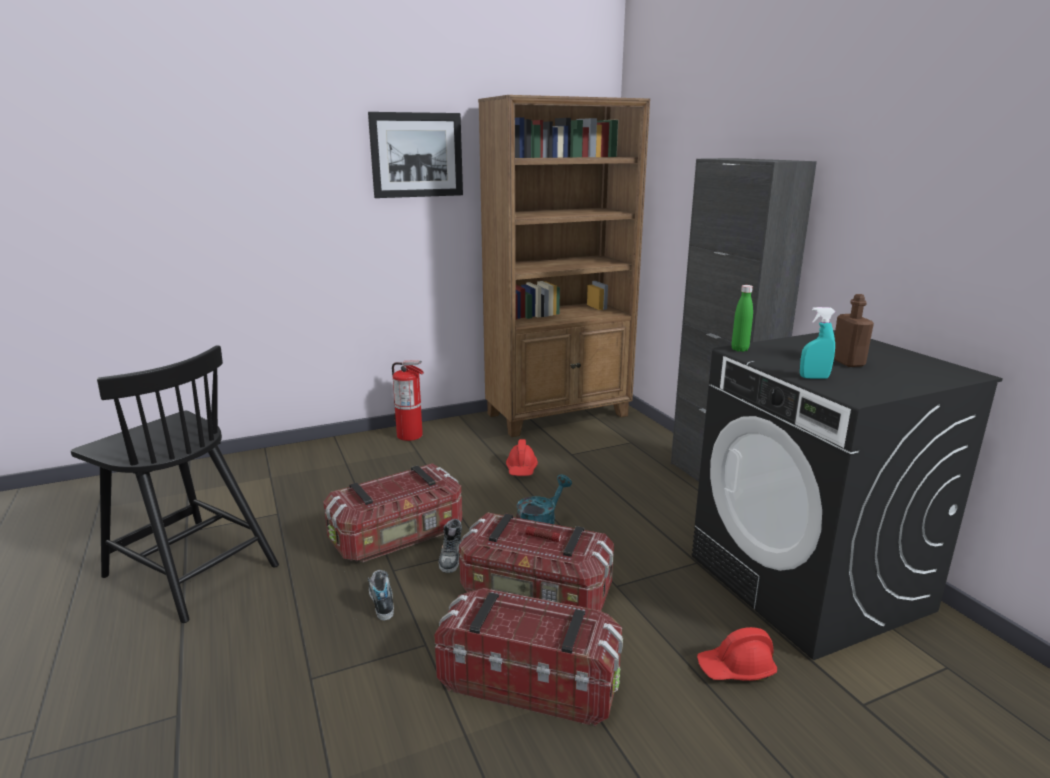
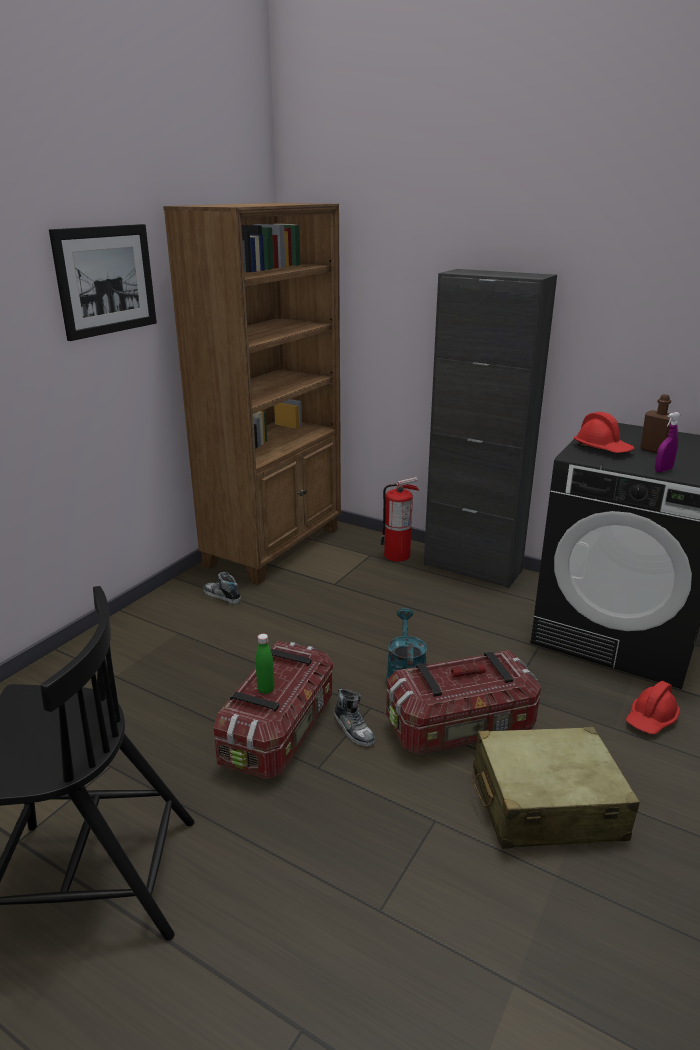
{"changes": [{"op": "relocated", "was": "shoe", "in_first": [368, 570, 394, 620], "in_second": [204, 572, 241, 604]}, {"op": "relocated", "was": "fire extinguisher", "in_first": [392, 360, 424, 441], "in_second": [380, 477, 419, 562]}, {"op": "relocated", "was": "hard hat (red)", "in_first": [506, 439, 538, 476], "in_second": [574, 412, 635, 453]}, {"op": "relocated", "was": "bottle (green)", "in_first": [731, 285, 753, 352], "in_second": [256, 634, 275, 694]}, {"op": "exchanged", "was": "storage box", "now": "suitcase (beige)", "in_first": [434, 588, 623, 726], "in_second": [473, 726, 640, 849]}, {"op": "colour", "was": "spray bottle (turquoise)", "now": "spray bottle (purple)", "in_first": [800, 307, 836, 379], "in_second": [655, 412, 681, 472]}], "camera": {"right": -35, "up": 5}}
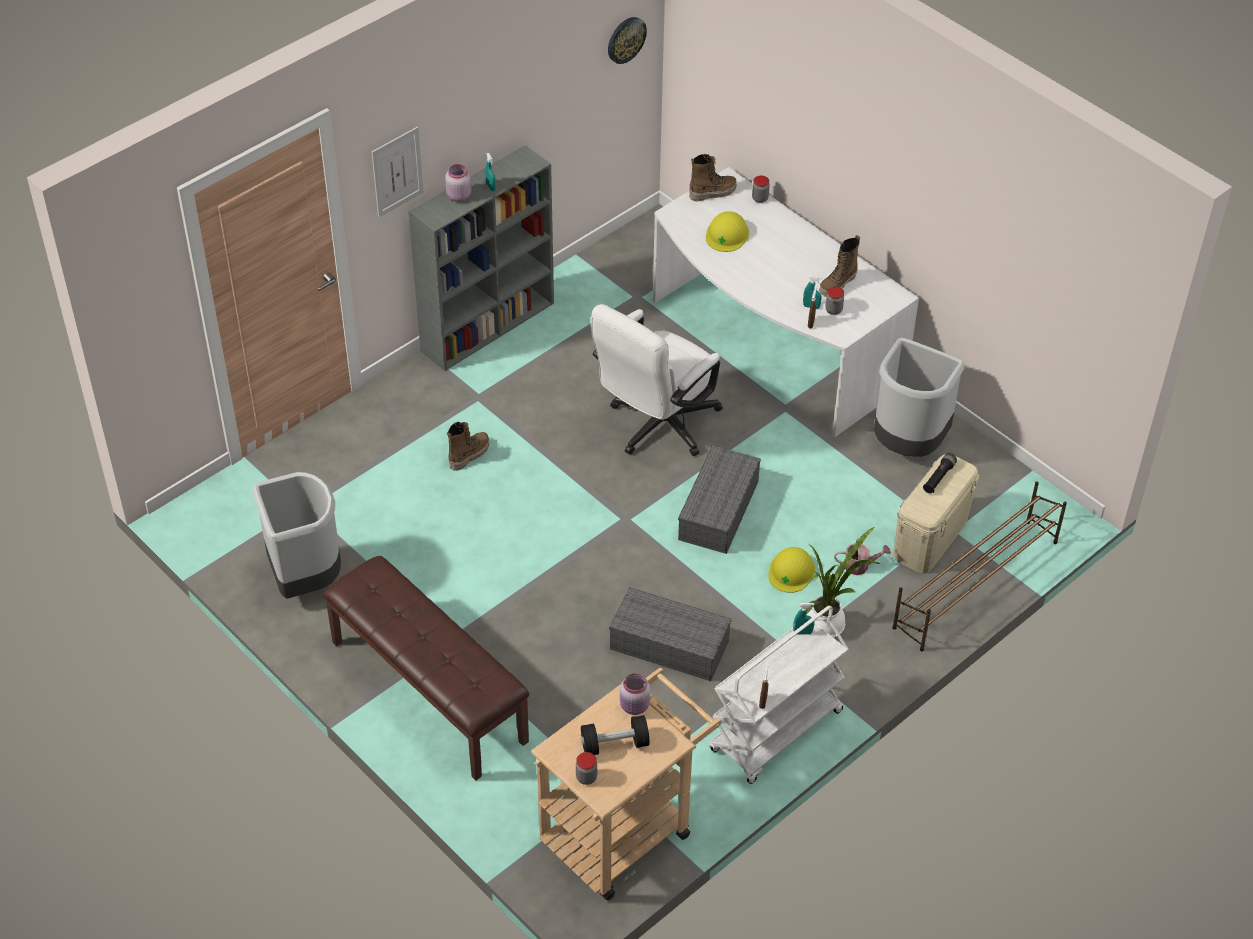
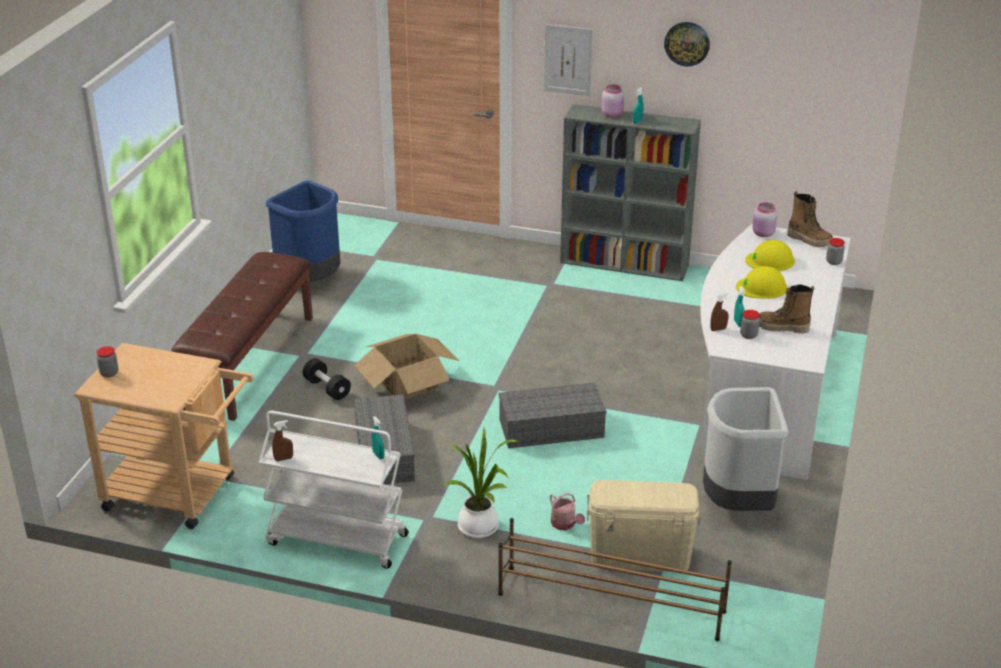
{"changes": [{"op": "missing", "was": "boot", "in_first": [447, 422, 489, 471]}, {"op": "missing", "was": "office chair (white)", "in_first": [591, 304, 723, 456]}, {"op": "missing", "was": "flashlight (black)", "in_first": [923, 453, 957, 493]}, {"op": "appeared", "now": "cardboard box", "in_second": [354, 334, 459, 399]}, {"op": "relocated", "was": "dumbbell (black)", "in_first": [581, 715, 650, 755], "in_second": [303, 358, 351, 400]}, {"op": "relocated", "was": "wall clock", "in_first": [608, 17, 647, 64], "in_second": [664, 22, 710, 67]}, {"op": "relocated", "was": "jar (pink)", "in_first": [620, 673, 650, 715], "in_second": [753, 202, 777, 237]}, {"op": "relocated", "was": "hard hat (yellow)", "in_first": [768, 547, 815, 593], "in_second": [736, 266, 787, 299]}, {"op": "colour", "was": "trash can (grey)", "now": "trash can (blue)", "in_first": [253, 472, 341, 599], "in_second": [266, 180, 340, 282]}], "camera": {"right": 60, "up": -15}}
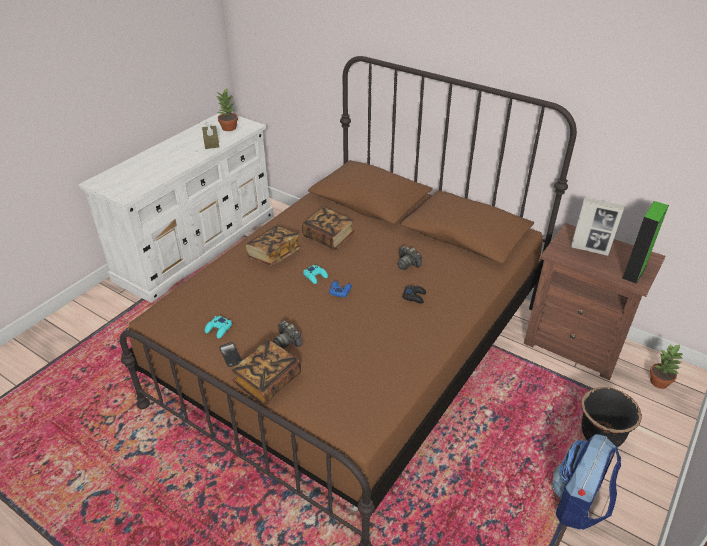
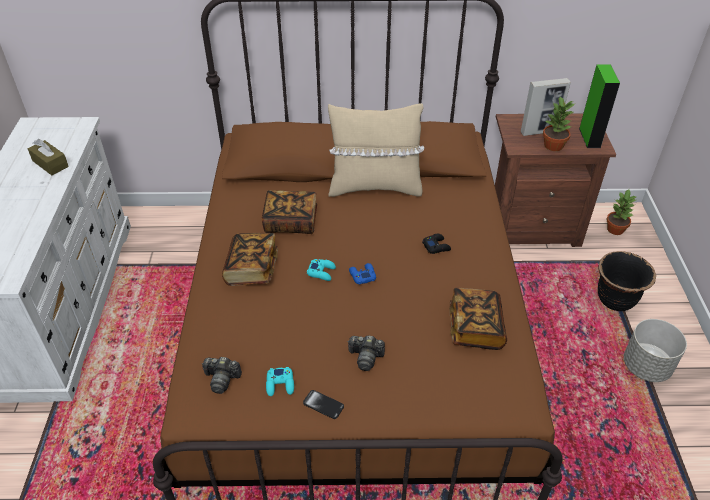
{"changes": [{"op": "appeared", "now": "pillow (beige)", "in_second": [328, 103, 424, 197]}, {"op": "relocated", "was": "potted plant", "in_first": [217, 89, 238, 131], "in_second": [543, 97, 574, 151]}, {"op": "relocated", "was": "book", "in_first": [231, 340, 301, 405], "in_second": [449, 288, 507, 350]}, {"op": "relocated", "was": "photo camera", "in_first": [397, 246, 422, 270], "in_second": [202, 357, 242, 394]}, {"op": "exchanged", "was": "backpack", "now": "planter (grey)", "in_first": [551, 434, 621, 530], "in_second": [624, 319, 687, 382]}], "camera": {"right": -35, "up": 5}}
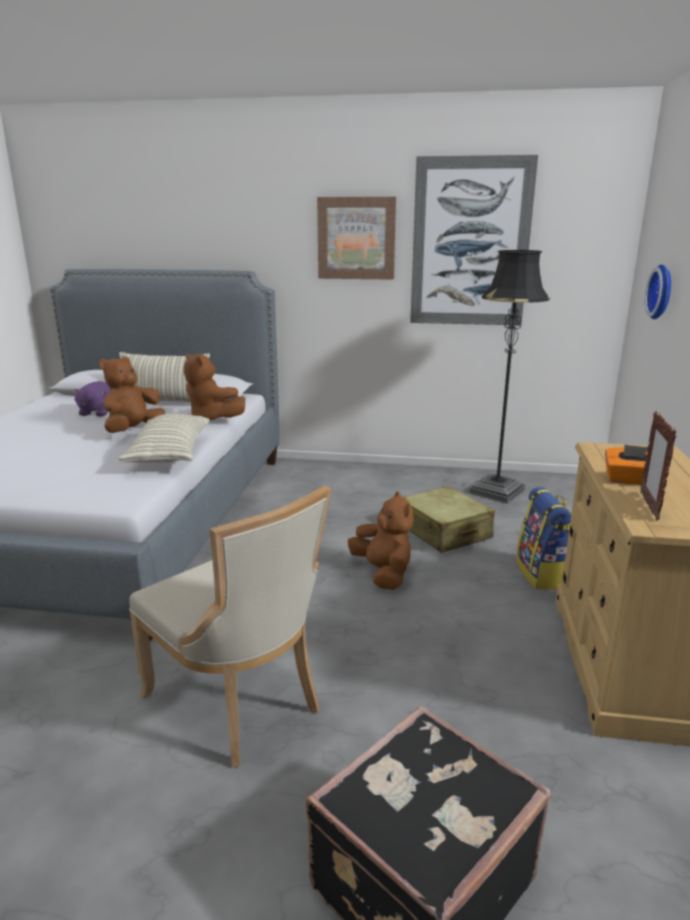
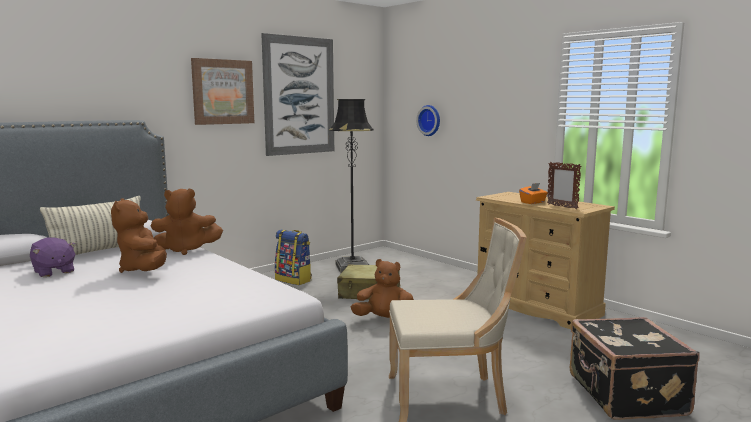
{"changes": [{"op": "missing", "was": "pillow", "in_first": [118, 414, 210, 462]}, {"op": "relocated", "was": "backpack", "in_first": [516, 487, 571, 590], "in_second": [275, 230, 312, 285]}], "camera": {"right": -50, "up": -10}}
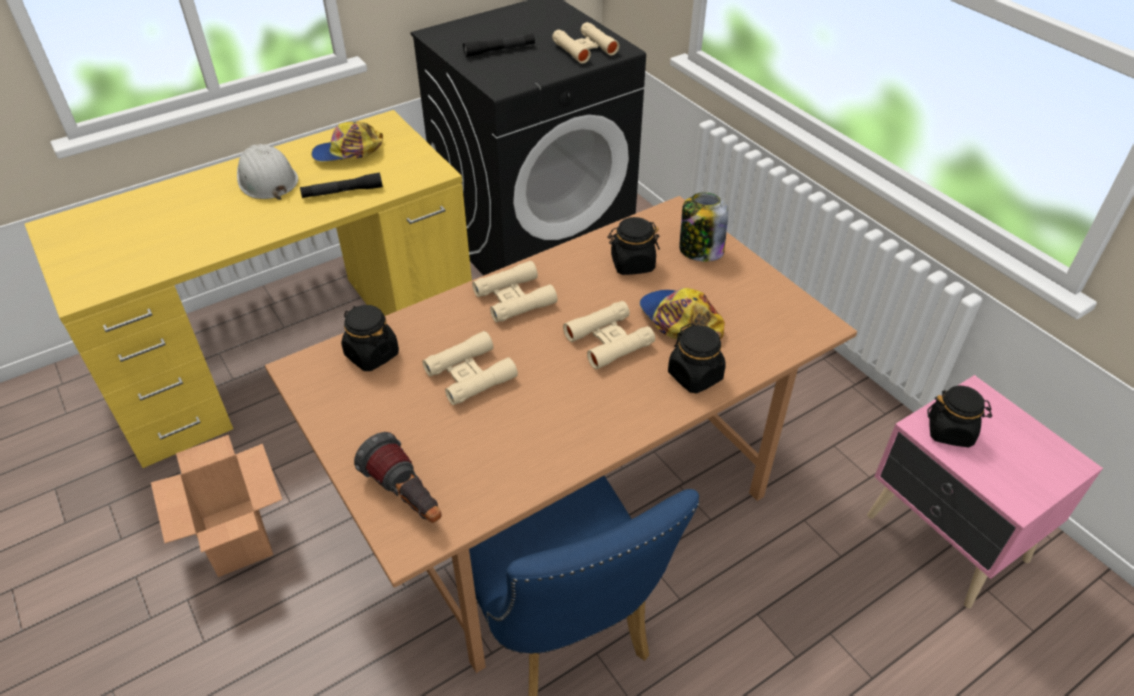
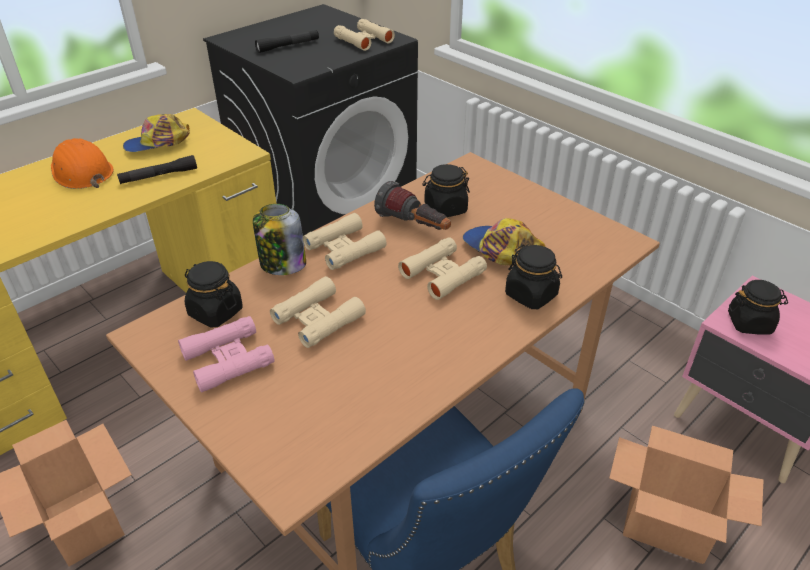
{"changes": [{"op": "appeared", "now": "binoculars (pink)", "in_second": [178, 316, 275, 393]}, {"op": "appeared", "now": "cardboard box", "in_second": [609, 426, 764, 564]}, {"op": "relocated", "was": "flashlight", "in_first": [354, 432, 441, 523], "in_second": [374, 181, 451, 230]}, {"op": "relocated", "was": "jar", "in_first": [679, 192, 728, 262], "in_second": [253, 204, 306, 275]}, {"op": "colour", "was": "hard hat (white)", "now": "hard hat (orange)", "in_first": [237, 144, 298, 200], "in_second": [51, 138, 114, 189]}], "camera": {"right": -10, "up": -5}}
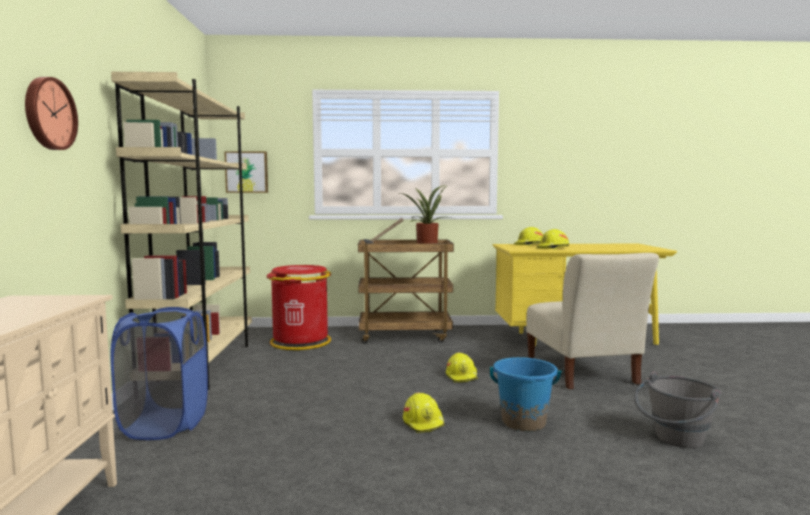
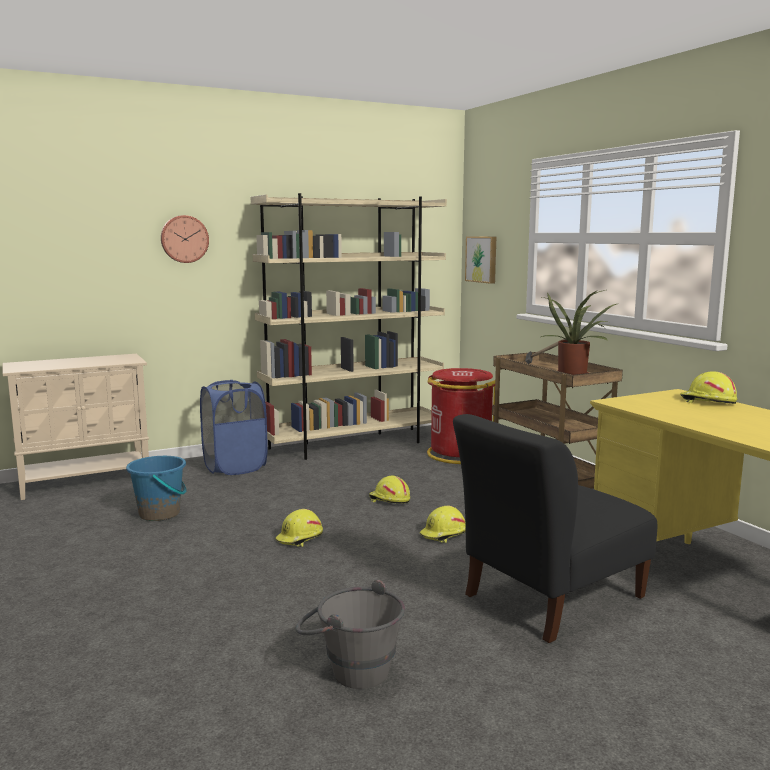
{"changes": [{"op": "relocated", "was": "bucket (blue)", "in_first": [490, 357, 561, 431], "in_second": [126, 456, 187, 521]}, {"op": "relocated", "was": "hard hat (yellow)", "in_first": [536, 229, 569, 250], "in_second": [369, 476, 410, 504]}, {"op": "colour", "was": "chair (beige)", "now": "chair (black)", "in_first": [526, 253, 659, 389], "in_second": [453, 414, 657, 643]}], "camera": {"right": 65, "up": 5}}
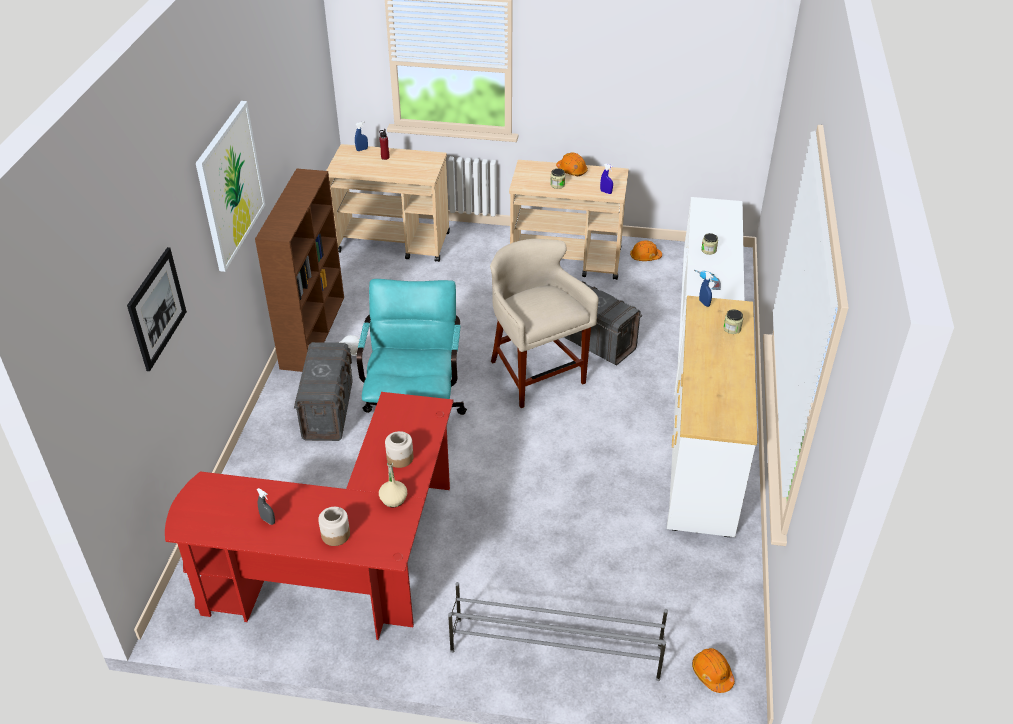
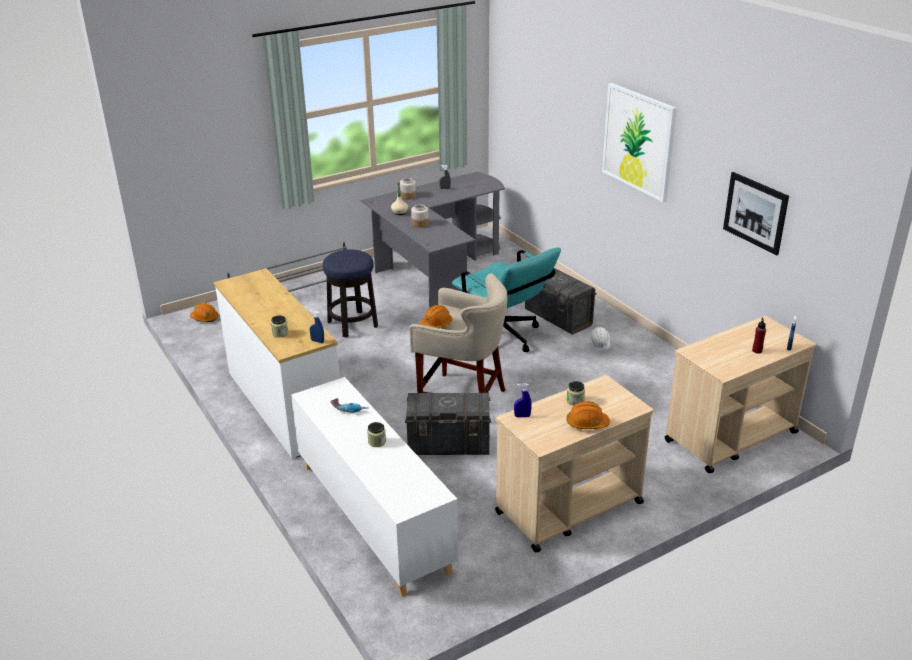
{"changes": [{"op": "missing", "was": "bookcase (brown)", "in_first": [255, 168, 344, 372]}, {"op": "appeared", "now": "stool", "in_second": [323, 250, 378, 337]}, {"op": "relocated", "was": "picture", "in_first": [127, 247, 187, 371], "in_second": [723, 172, 789, 255]}, {"op": "relocated", "was": "hard hat (orange)", "in_first": [630, 240, 662, 261], "in_second": [419, 305, 452, 328]}, {"op": "colour", "was": "desk (red)", "now": "desk (grey)", "in_first": [165, 392, 454, 640], "in_second": [361, 172, 505, 308]}], "camera": {"right": 140, "up": -10}}
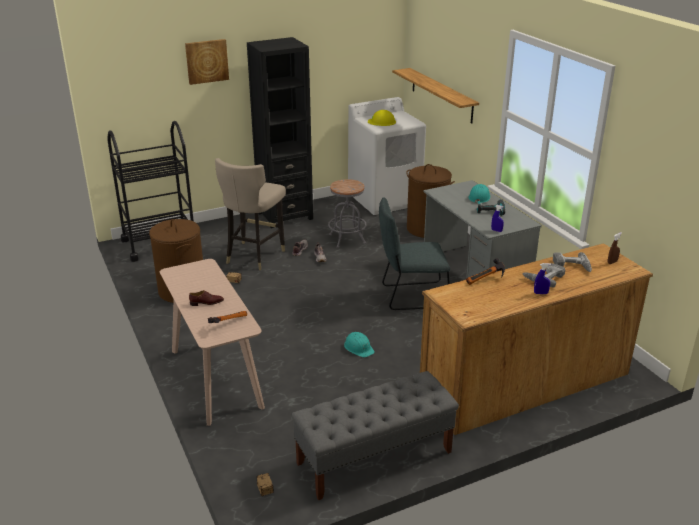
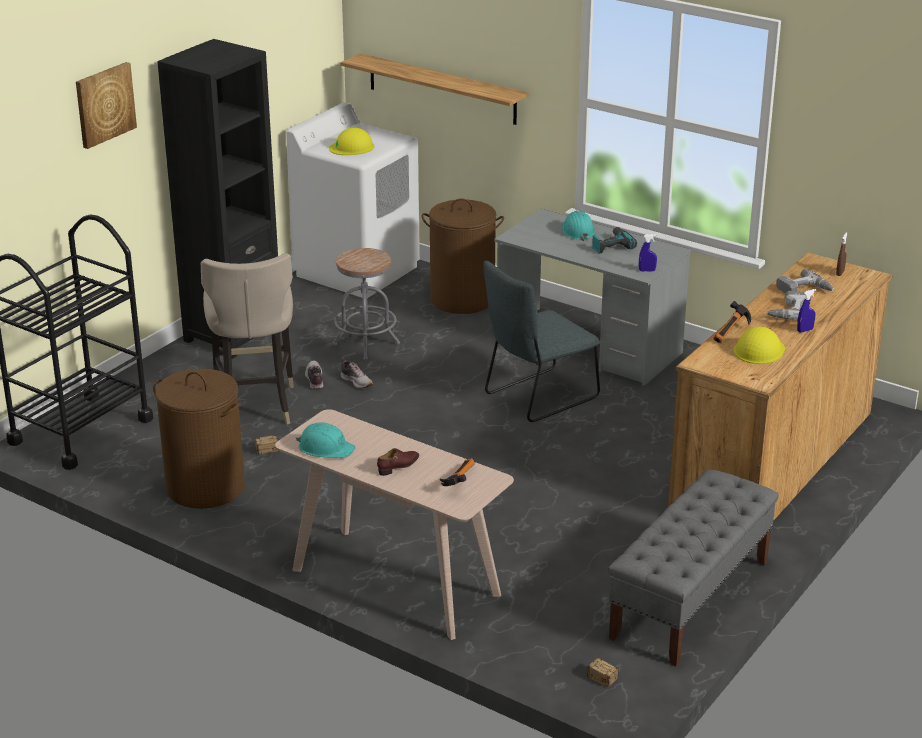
{"changes": [{"op": "appeared", "now": "hard hat (yellow)", "in_second": [734, 327, 785, 364]}, {"op": "relocated", "was": "hard hat (turquoise)", "in_first": [344, 332, 375, 357], "in_second": [296, 422, 355, 458]}], "camera": {"right": -30, "up": 0}}
